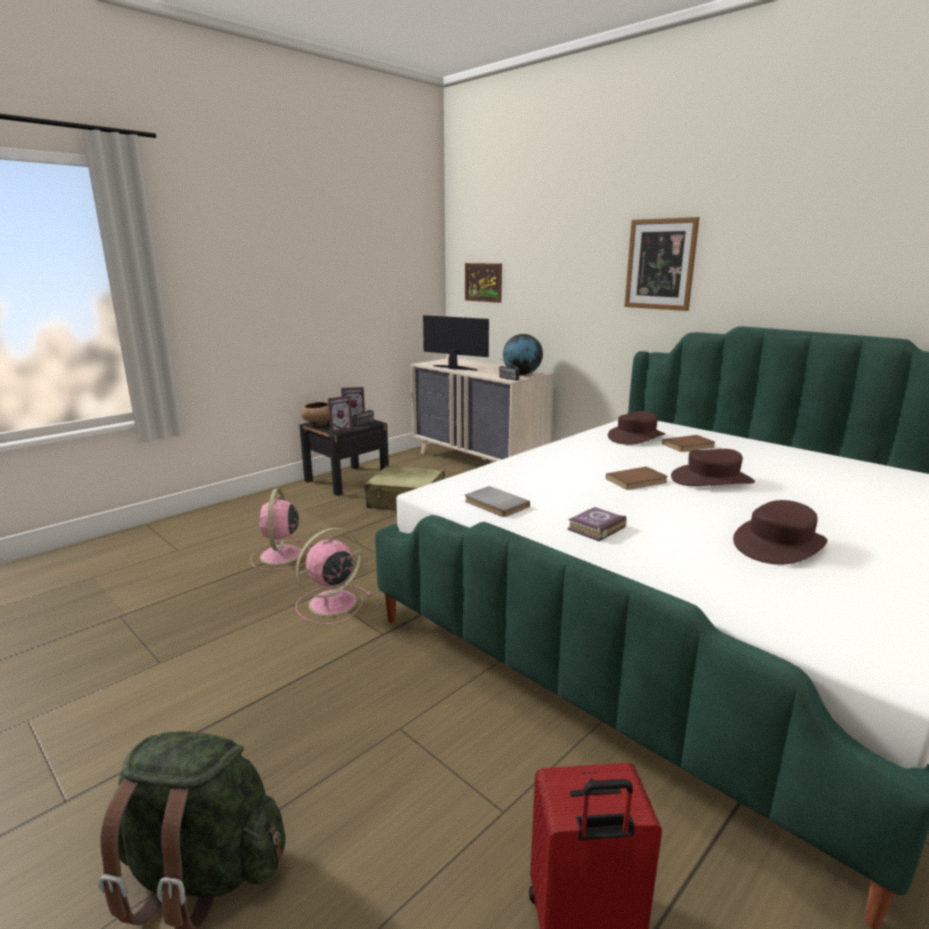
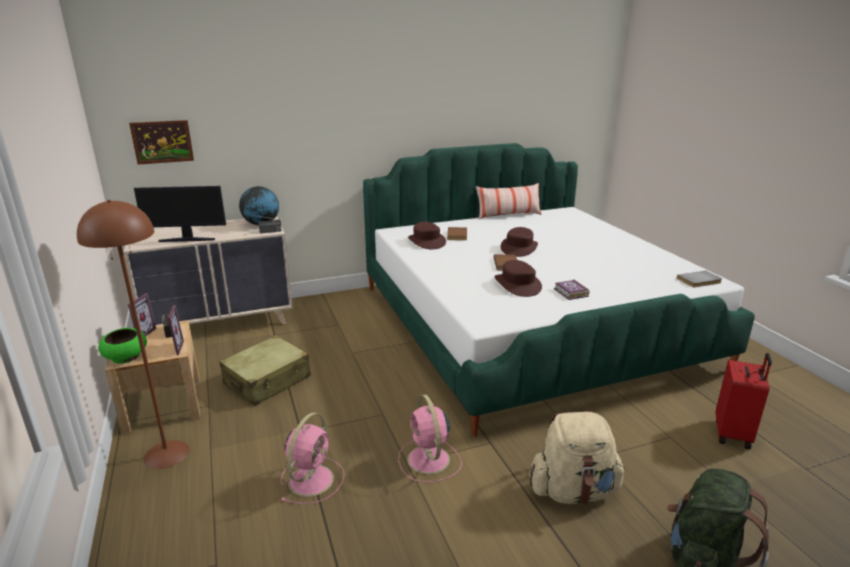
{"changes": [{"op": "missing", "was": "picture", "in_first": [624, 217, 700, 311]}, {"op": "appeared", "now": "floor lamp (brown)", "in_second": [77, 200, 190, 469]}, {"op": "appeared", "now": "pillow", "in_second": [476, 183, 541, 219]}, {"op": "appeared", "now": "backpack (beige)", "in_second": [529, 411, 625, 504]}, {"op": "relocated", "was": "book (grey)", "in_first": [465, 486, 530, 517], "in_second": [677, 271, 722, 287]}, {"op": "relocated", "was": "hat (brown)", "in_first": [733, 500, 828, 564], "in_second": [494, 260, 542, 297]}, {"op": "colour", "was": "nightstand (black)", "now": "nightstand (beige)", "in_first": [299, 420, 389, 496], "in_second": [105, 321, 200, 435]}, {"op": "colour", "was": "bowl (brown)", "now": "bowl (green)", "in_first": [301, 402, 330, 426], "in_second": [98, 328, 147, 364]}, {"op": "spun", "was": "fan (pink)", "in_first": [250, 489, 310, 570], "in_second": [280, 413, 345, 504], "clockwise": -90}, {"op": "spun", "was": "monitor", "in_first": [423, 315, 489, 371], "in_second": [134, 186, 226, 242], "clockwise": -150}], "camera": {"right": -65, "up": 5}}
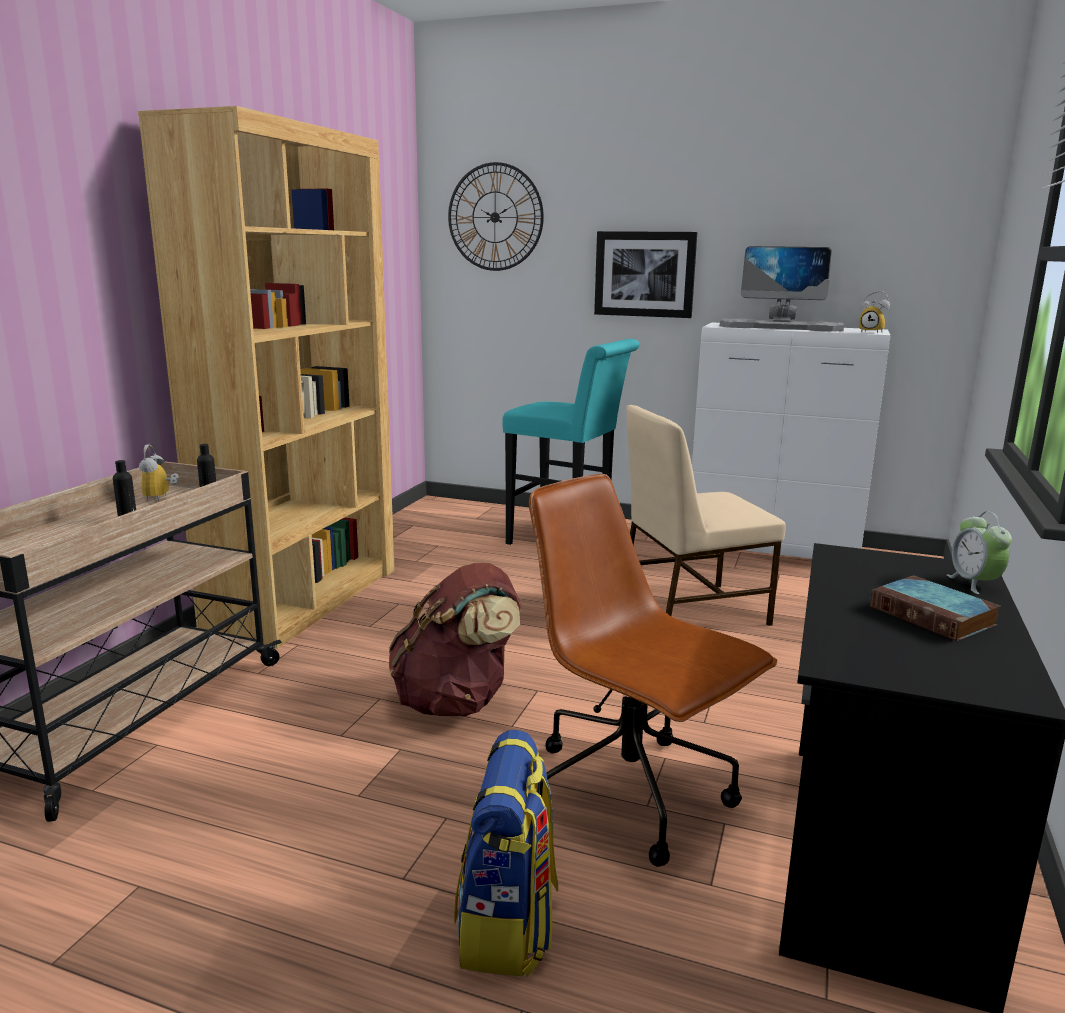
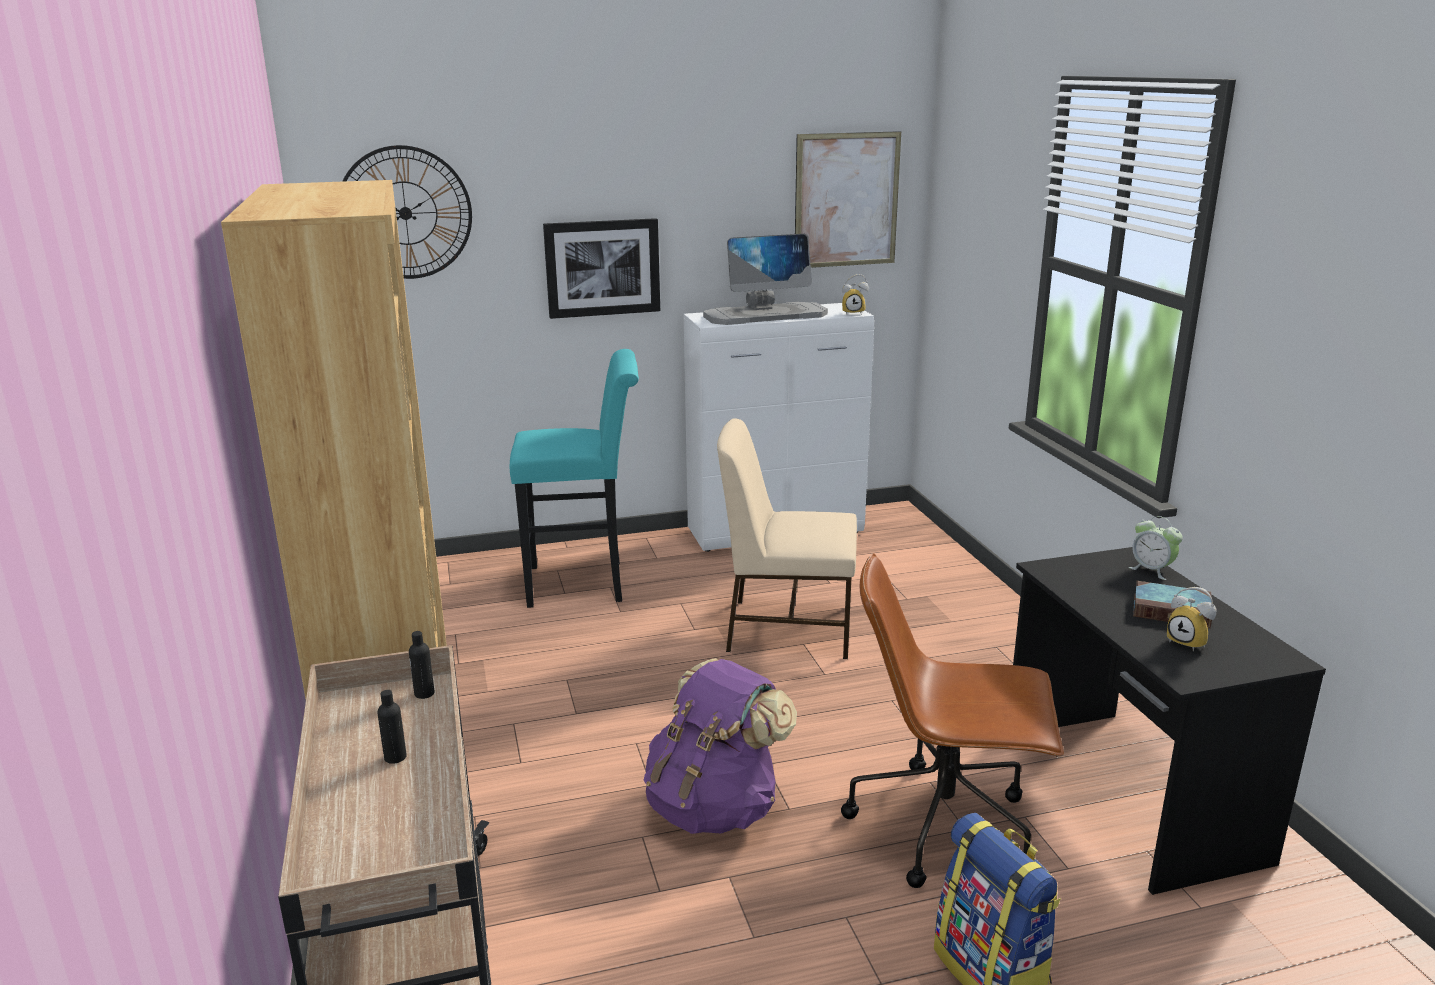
{"changes": [{"op": "appeared", "now": "picture", "in_second": [795, 131, 901, 268]}, {"op": "relocated", "was": "alarm clock", "in_first": [139, 445, 179, 501], "in_second": [1167, 587, 1217, 651]}, {"op": "colour", "was": "backpack (brown)", "now": "backpack (purple)", "in_first": [389, 563, 521, 716], "in_second": [644, 658, 797, 834]}, {"op": "spun", "was": "chair (beige)", "in_first": [626, 405, 786, 626], "in_second": [717, 418, 857, 659], "clockwise": 60}], "camera": {"right": -35, "up": 5}}
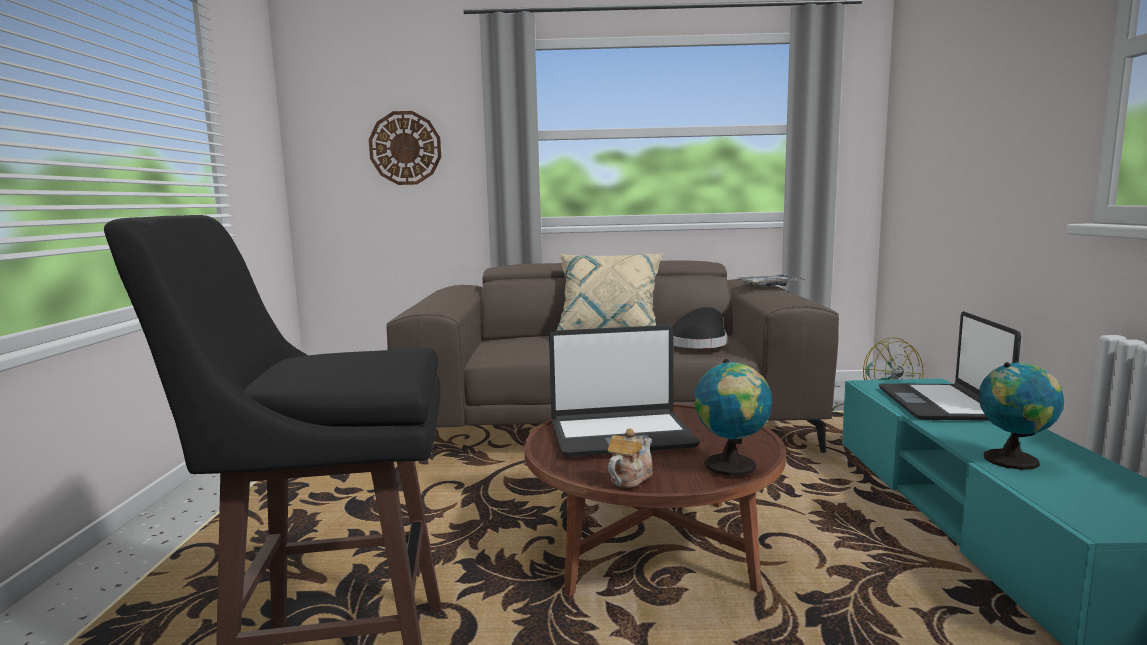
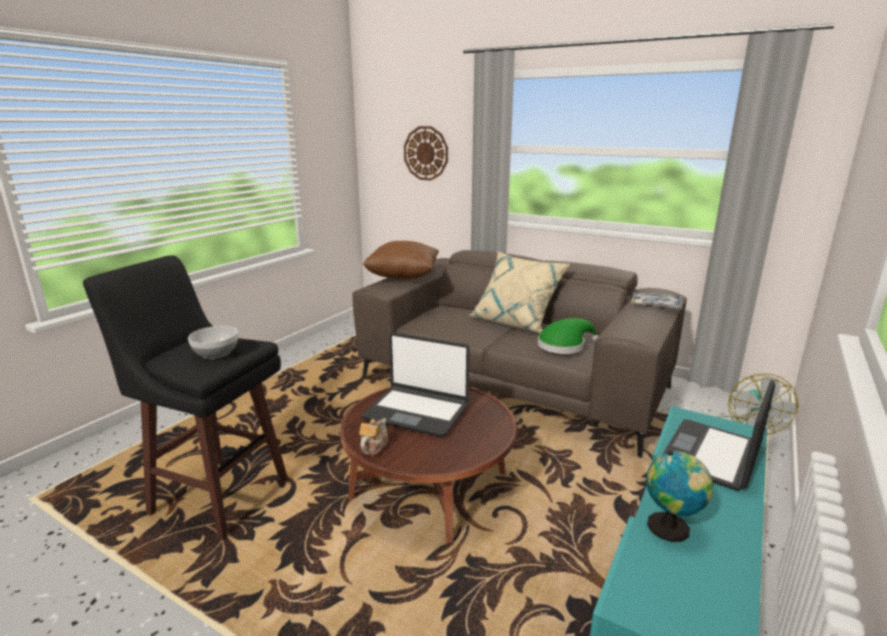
{"changes": [{"op": "missing", "was": "globe", "in_first": [695, 359, 772, 476]}, {"op": "appeared", "now": "bowl", "in_second": [188, 326, 238, 359]}, {"op": "appeared", "now": "pillow (brown)", "in_second": [362, 241, 439, 279]}, {"op": "colour", "was": "hat (black)", "now": "hat (green)", "in_first": [672, 307, 727, 348], "in_second": [538, 318, 598, 354]}, {"op": "spun", "was": "teapot", "in_first": [608, 429, 653, 488], "in_second": [359, 418, 388, 455], "clockwise": -45}], "camera": {"right": 30, "up": 10}}
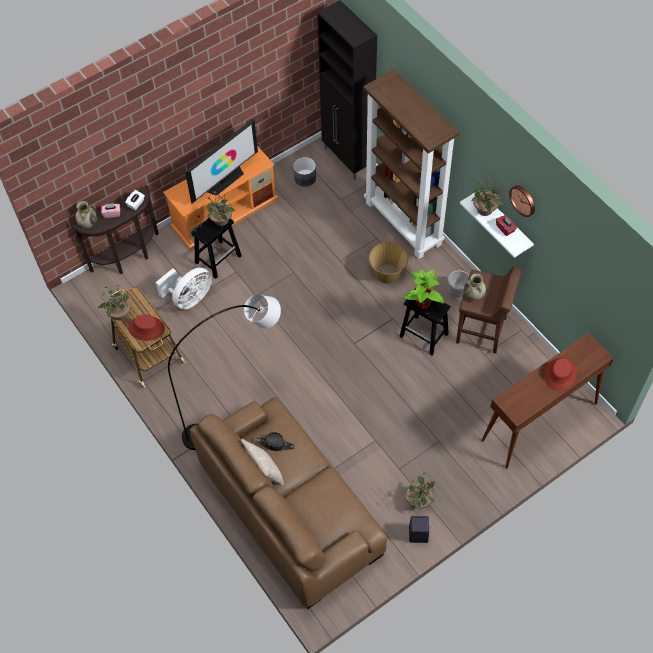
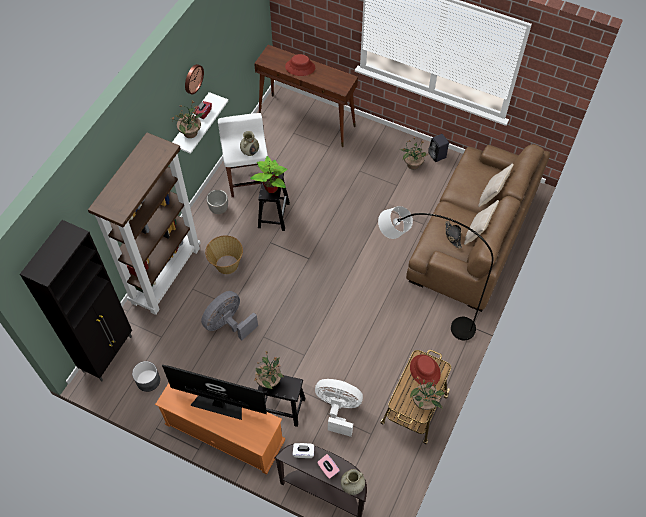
{"changes": [{"op": "appeared", "now": "fan (grey)", "in_second": [201, 291, 258, 340]}, {"op": "appeared", "now": "pillow (beige)", "in_second": [478, 163, 514, 207]}, {"op": "colour", "was": "stool (brown)", "now": "stool (white)", "in_first": [456, 266, 521, 354], "in_second": [218, 113, 268, 197]}], "camera": {"right": -120, "up": 0}}
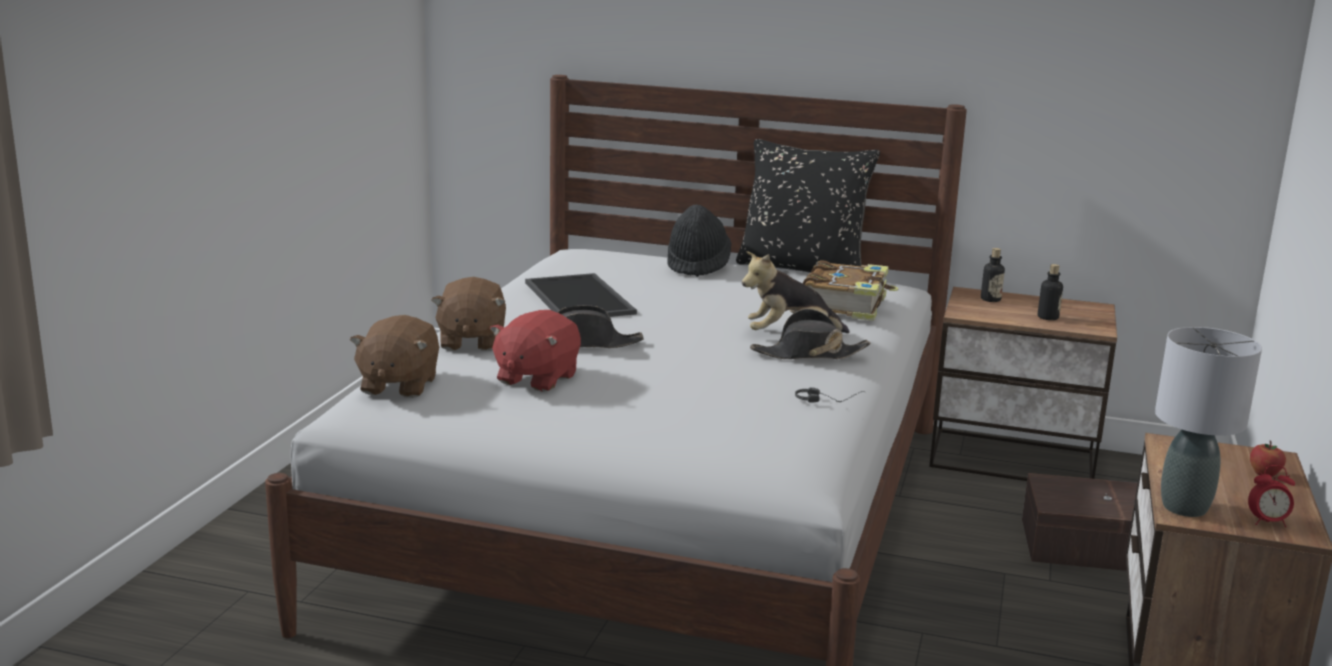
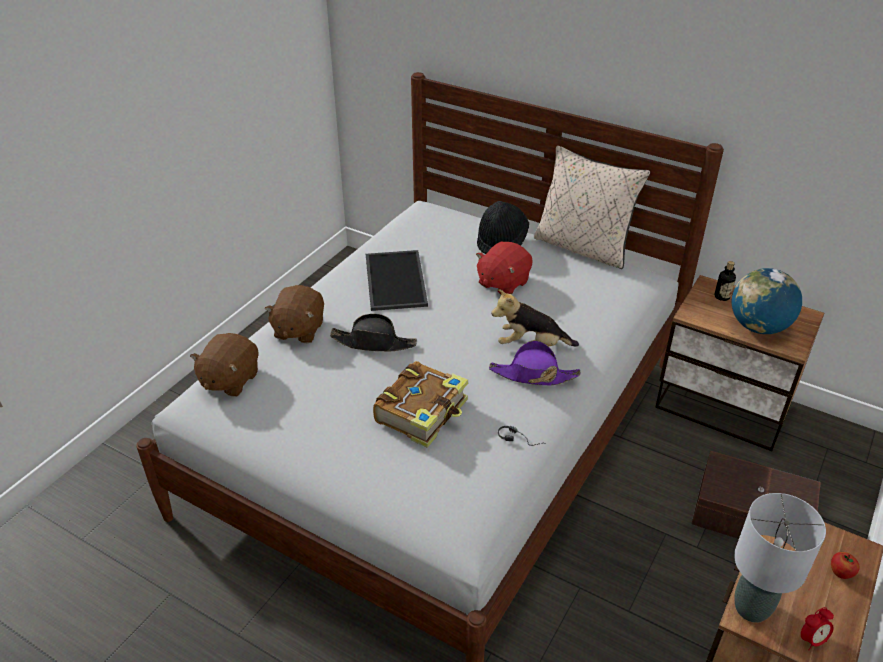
{"changes": [{"op": "relocated", "was": "plush toy (red)", "in_first": [490, 310, 581, 392], "in_second": [476, 242, 533, 295]}, {"op": "relocated", "was": "book", "in_first": [803, 260, 898, 321], "in_second": [373, 361, 468, 448]}, {"op": "exchanged", "was": "bottle", "now": "globe", "in_first": [1038, 264, 1063, 320], "in_second": [732, 268, 802, 334]}, {"op": "colour", "was": "pillow (black)", "now": "pillow (beige)", "in_first": [736, 139, 880, 273], "in_second": [534, 146, 650, 269]}, {"op": "colour", "was": "hat (black)", "now": "hat (purple)", "in_first": [750, 309, 871, 359], "in_second": [489, 341, 580, 385]}, {"op": "spun", "was": "alarm clock", "in_first": [1248, 465, 1295, 527], "in_second": [801, 607, 834, 651], "clockwise": -45}], "camera": {"right": 15, "up": 20}}
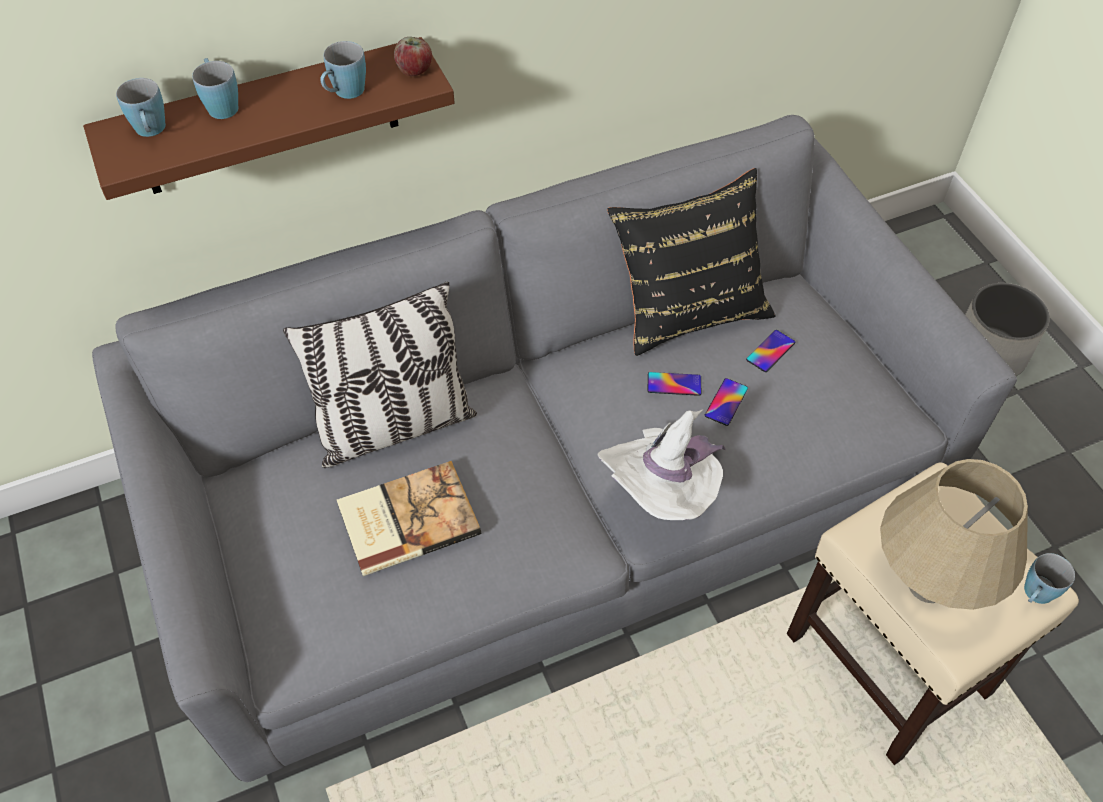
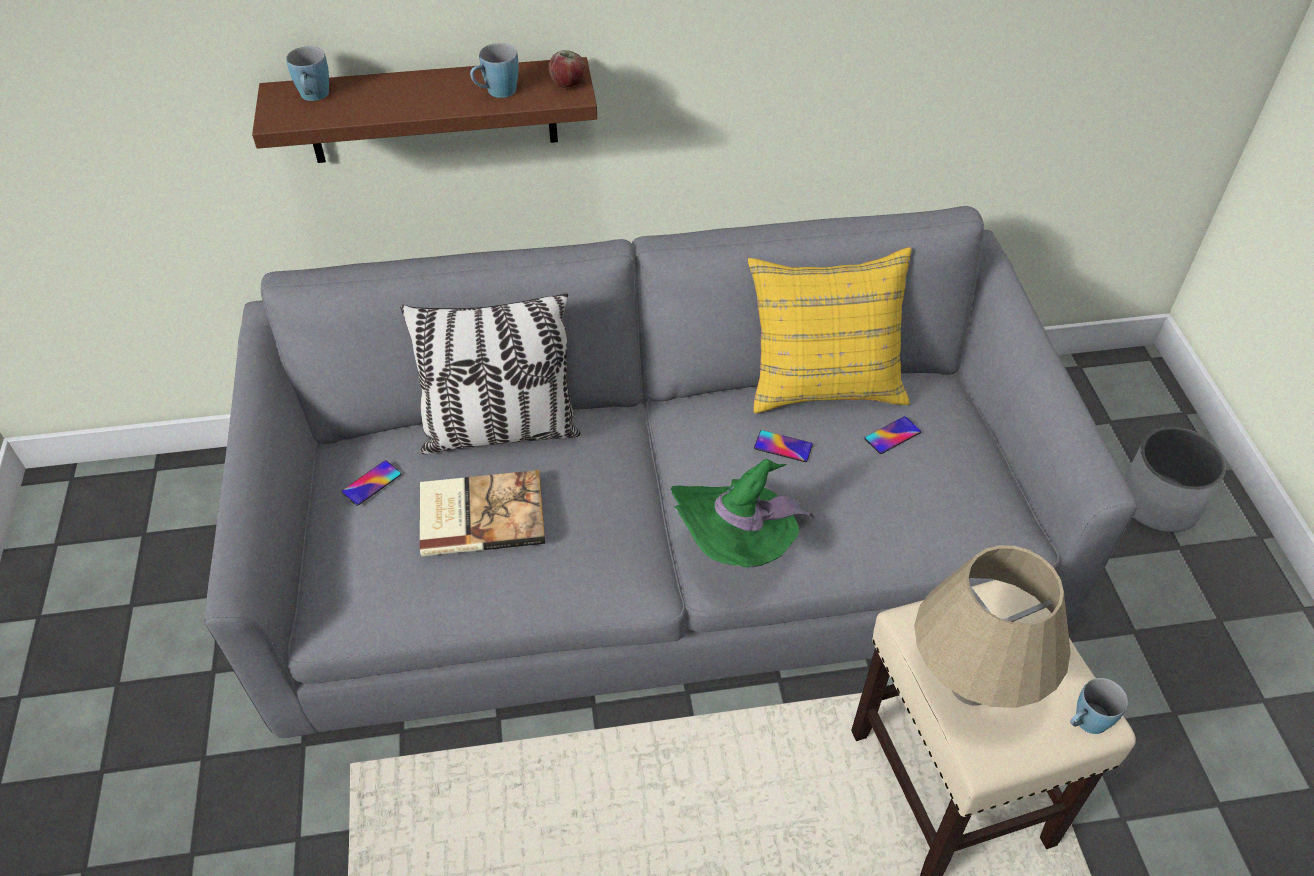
{"changes": [{"op": "missing", "was": "mug (blue)", "in_first": [192, 58, 238, 119]}, {"op": "relocated", "was": "phone", "in_first": [705, 378, 748, 426], "in_second": [342, 460, 401, 506]}, {"op": "colour", "was": "hat (white)", "now": "hat (green)", "in_first": [598, 409, 725, 520], "in_second": [671, 459, 815, 567]}, {"op": "colour", "was": "pillow (black)", "now": "pillow (yellow)", "in_first": [607, 168, 776, 356], "in_second": [748, 247, 911, 413]}], "camera": {"right": 15, "up": -5}}
